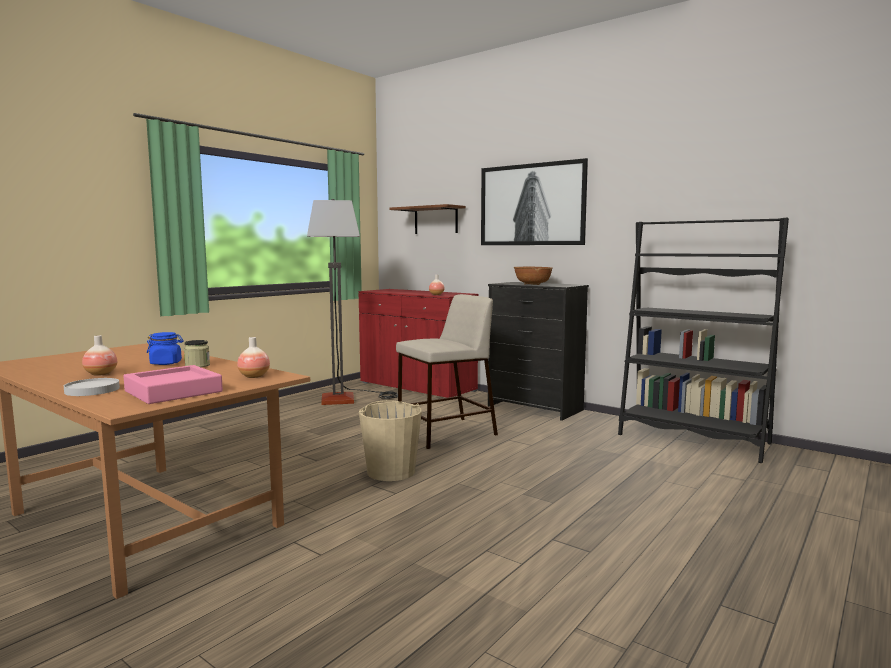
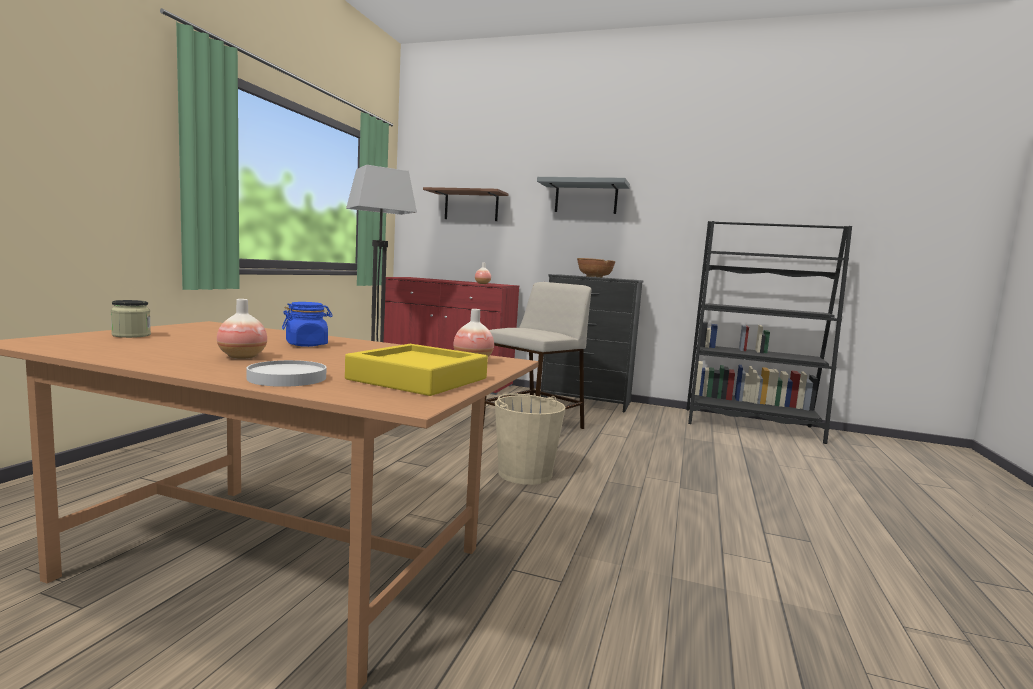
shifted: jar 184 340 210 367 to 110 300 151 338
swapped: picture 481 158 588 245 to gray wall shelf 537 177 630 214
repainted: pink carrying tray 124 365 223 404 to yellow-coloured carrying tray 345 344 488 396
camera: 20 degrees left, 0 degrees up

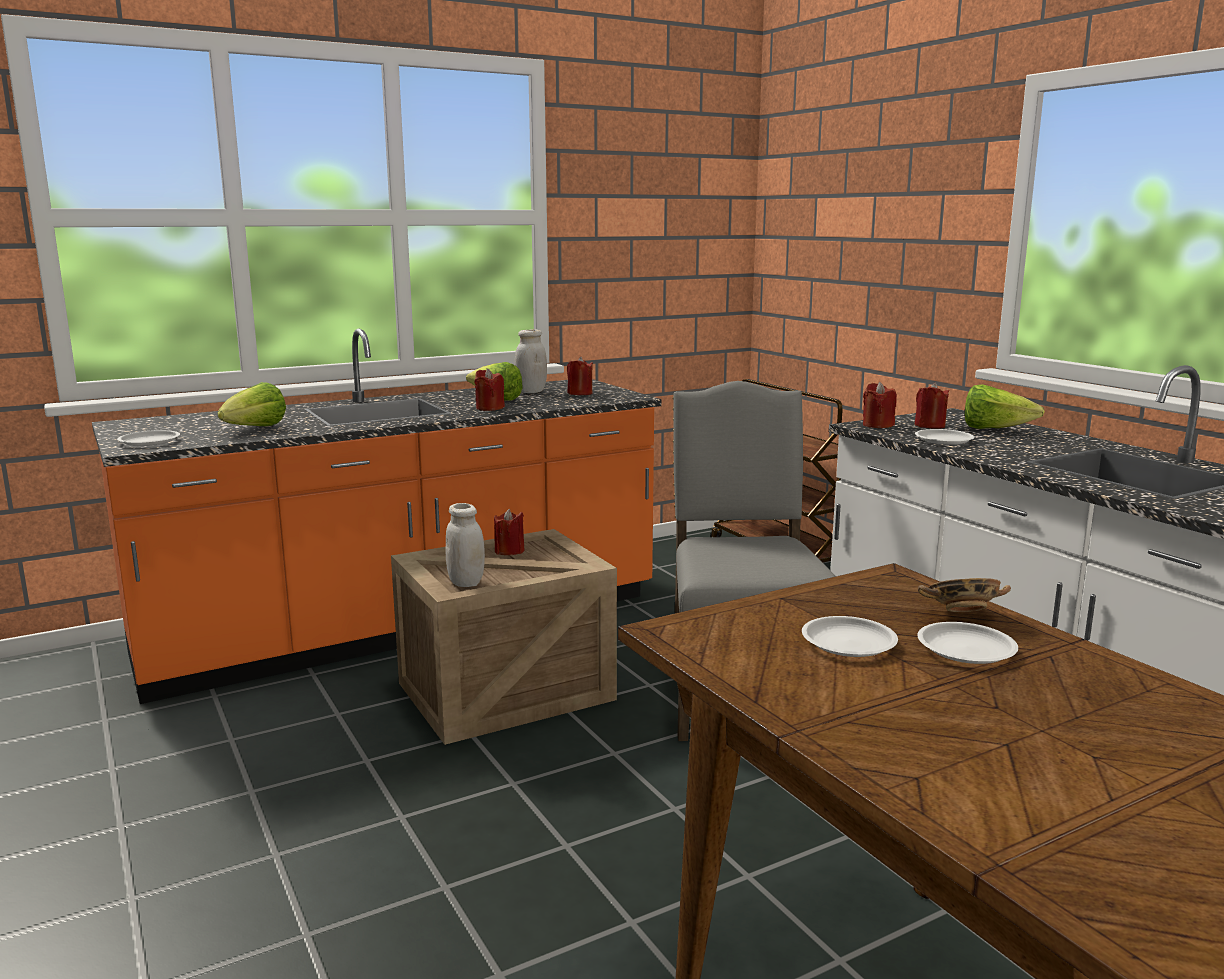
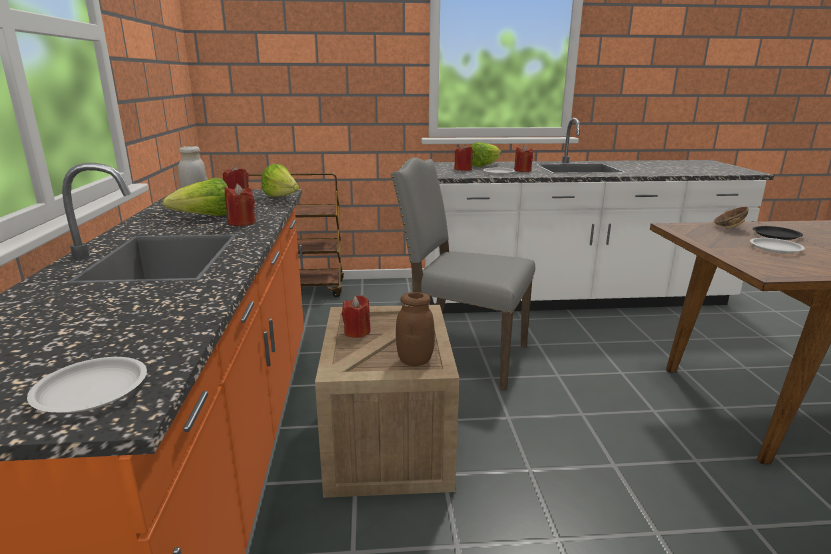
shifted: lettuce head 218 382 286 426 to 261 164 299 197; red-coloured candle 863 382 897 428 to 514 145 533 172
repainted: white-coloured jar 445 503 485 587 to brownish jar 396 292 435 366; white-coloured dinner plate 917 622 1018 664 to black dinner plate 753 226 803 240
camera: 65 degrees left, 5 degrees up

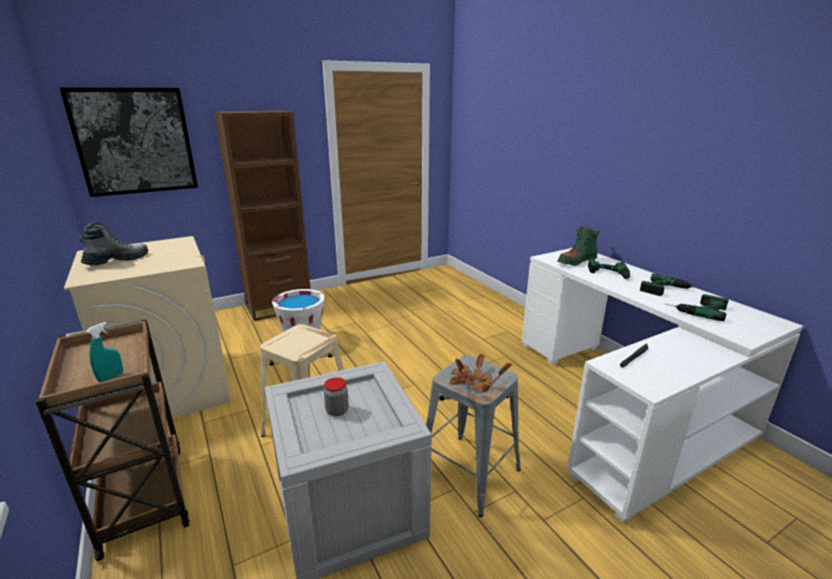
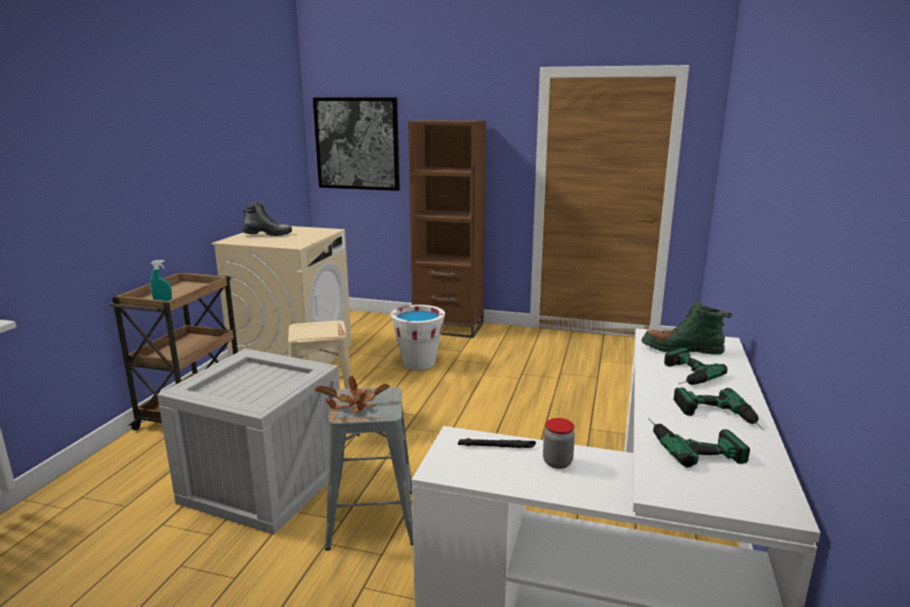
shifted: jar 324 377 349 416 to 543 418 575 469
camera: 45 degrees right, 5 degrees down

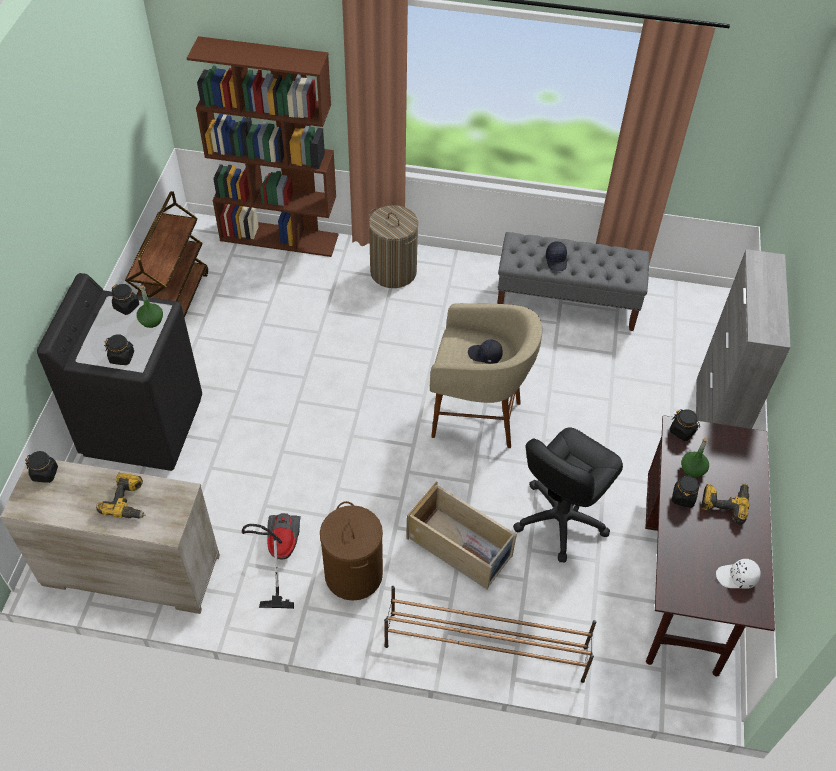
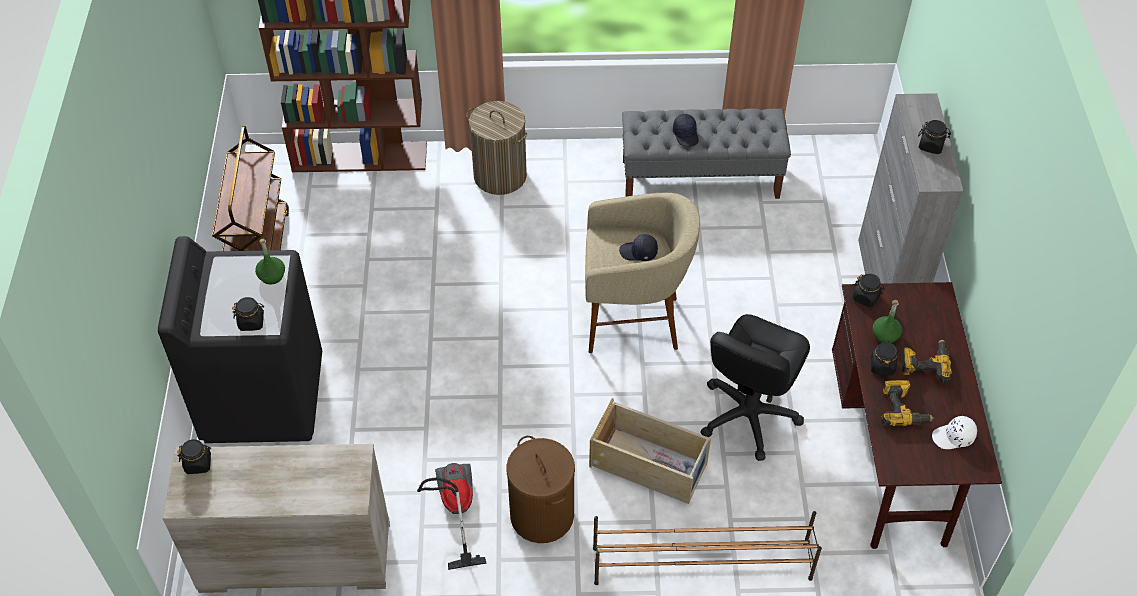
shifted: drill 96 472 145 518 to 881 380 934 426; black jar 112 284 139 315 to 918 120 951 154
camera: 10 degrees left, 0 degrees up

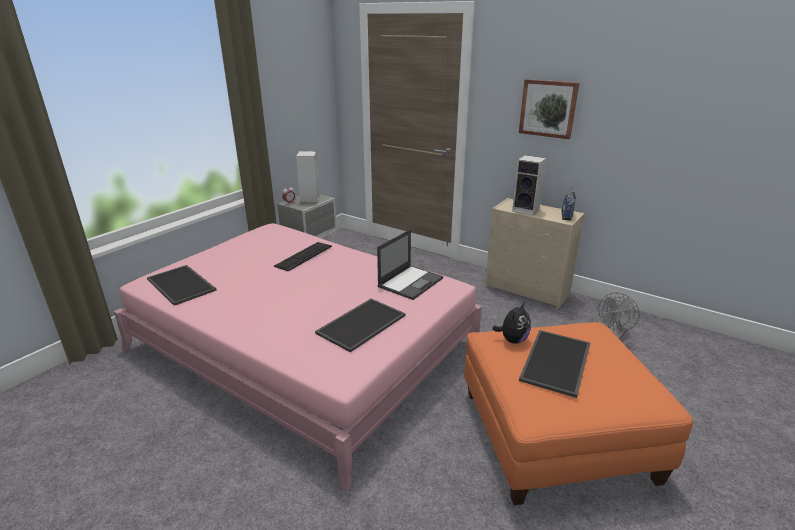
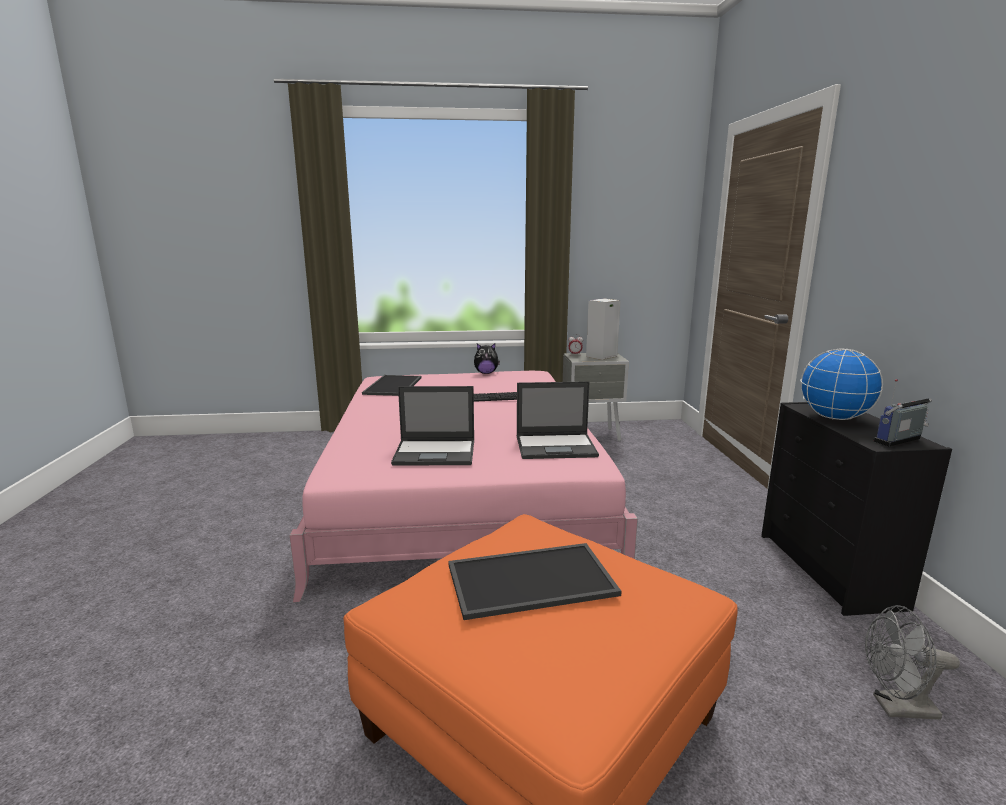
gone: picture 519 79 579 139
shifted: cuddly toy 492 302 531 344 to 474 344 500 374
swapped: carrying tray 315 299 406 353 to notebook computer 391 386 474 465; speaker 512 155 547 215 to desk globe 800 348 883 420
repainted: sand-coloured dresser 485 198 585 309 to black dresser 761 402 952 616
camera: 50 degrees right, 10 degrees down

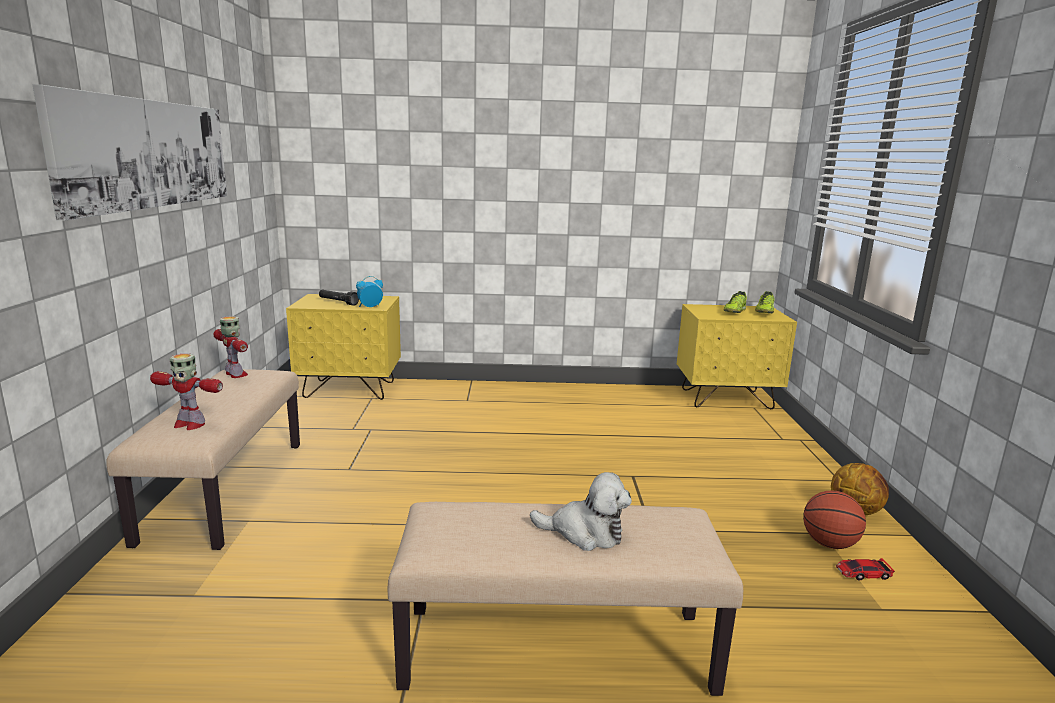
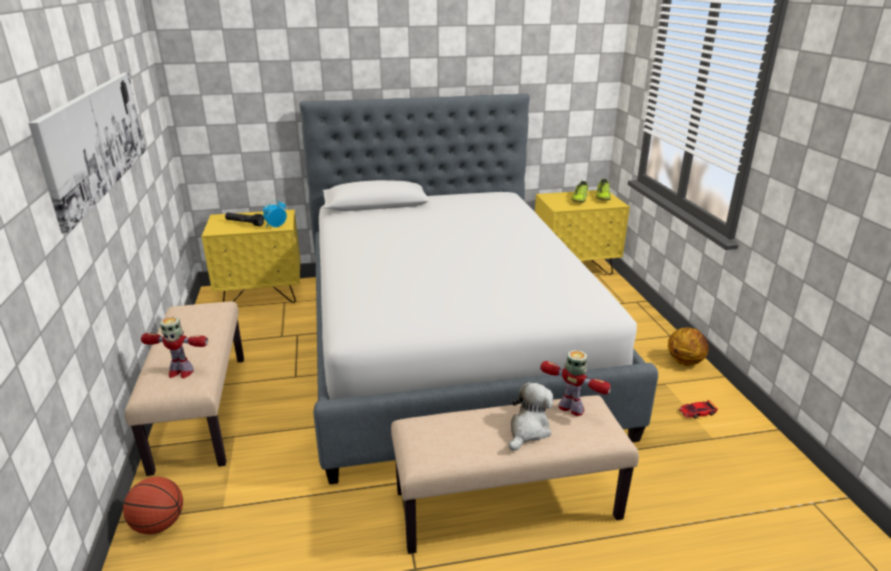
new: sleeping bed 300 94 658 485
shifted: model robot 213 316 248 378 to 540 350 611 416; ball for basketball 803 490 866 549 to 123 477 183 534
rotated: cuddly toy 530 472 632 551 = 509 382 553 451 60 degrees counterclockwise
camera: 10 degrees left, 10 degrees up

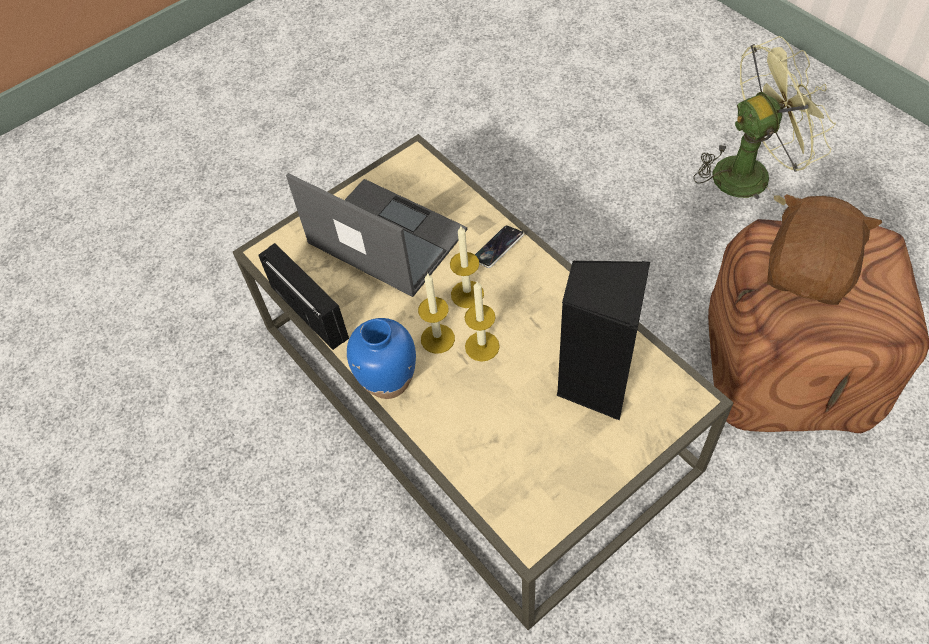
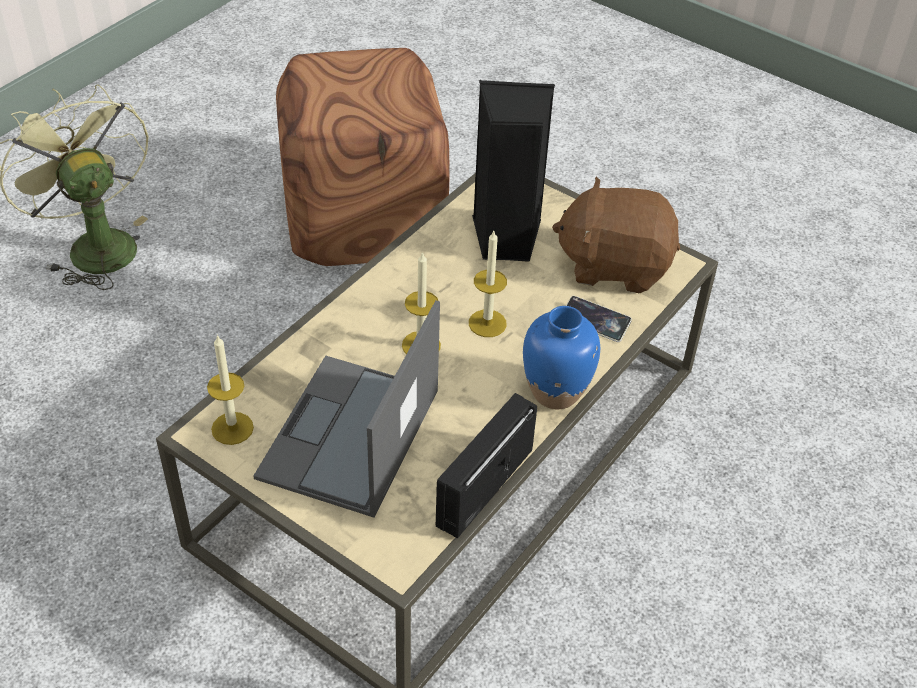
shifted: candle 418 274 455 354 to 207 335 254 445; telephone 475 225 525 268 to 566 296 632 342; brownish cuddly toy 767 195 882 305 to 552 176 680 294
camera: 110 degrees left, 10 degrees down

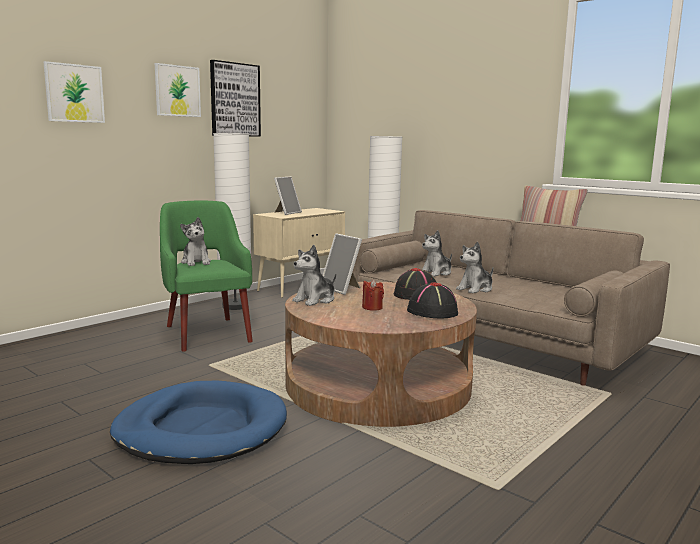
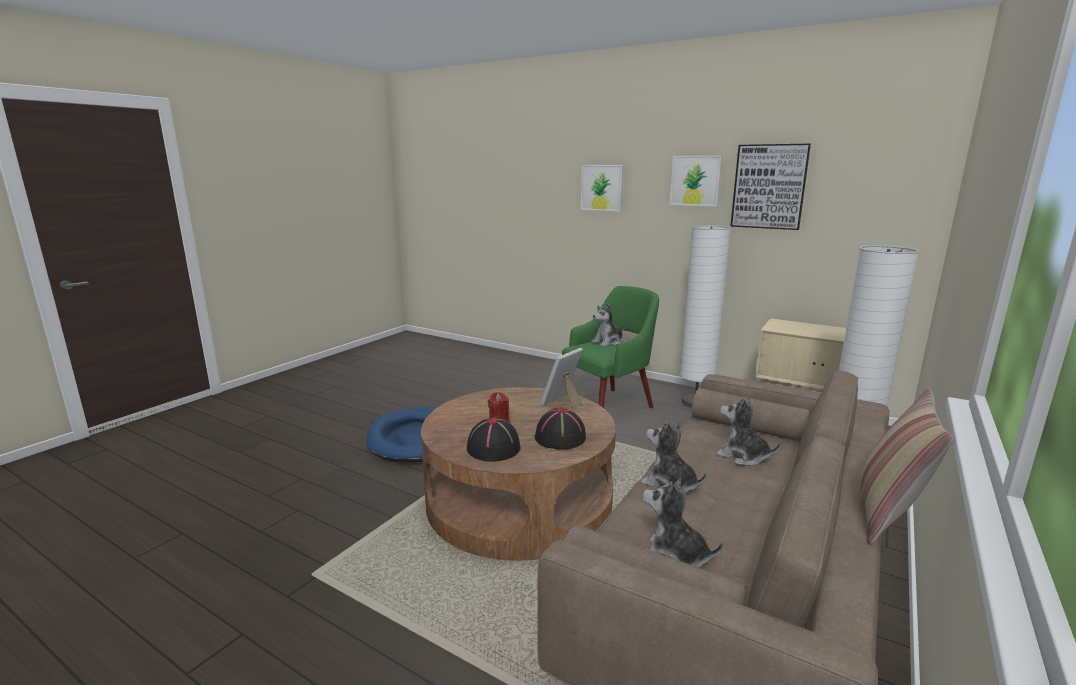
gone: standing frame 274 177 302 215
shifted: cuddly toy 292 245 336 306 to 643 478 723 568
camera: 80 degrees right, 5 degrees up

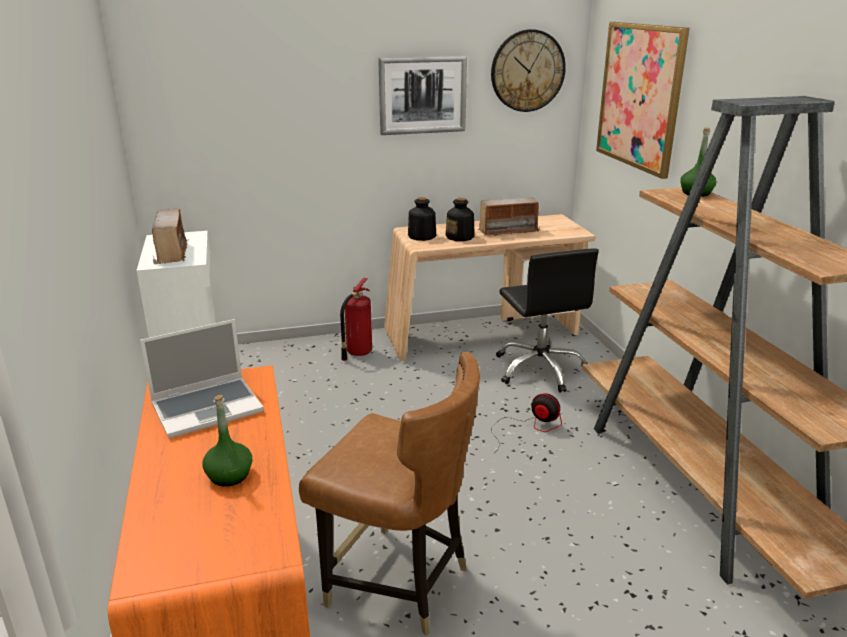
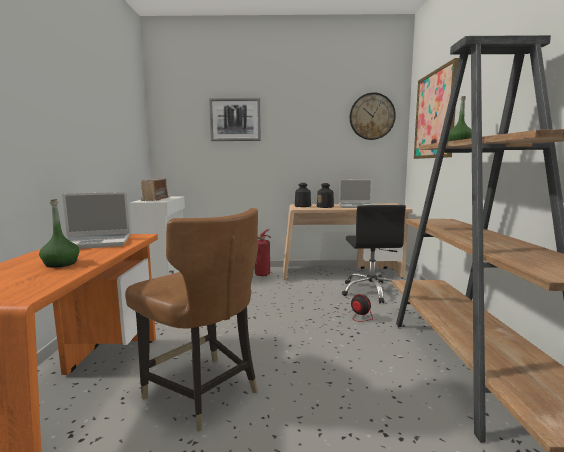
shifted: picture 378 56 467 135 to 209 98 261 141
swapped: radio set 478 198 540 236 to notebook computer 339 179 374 208
camera: 15 degrees right, 15 degrees down

